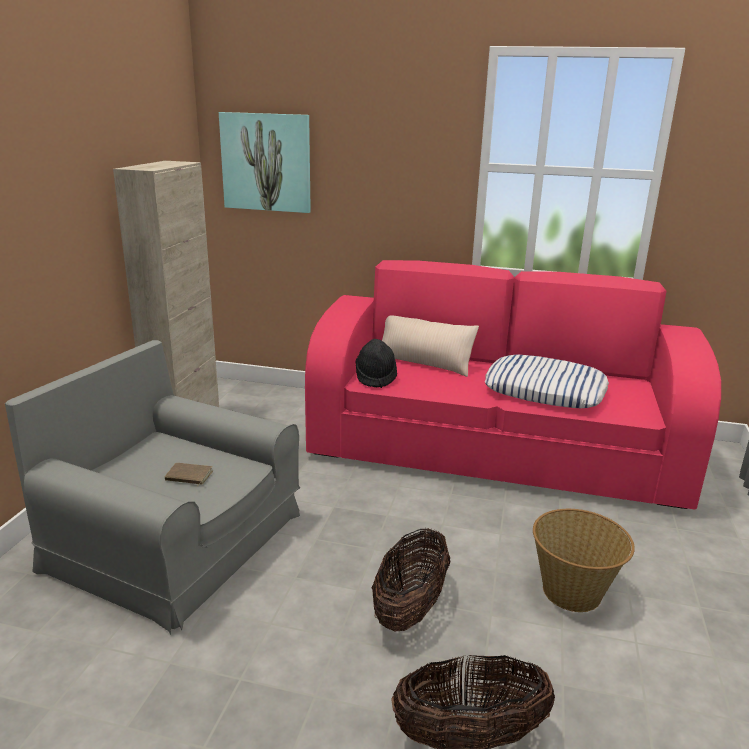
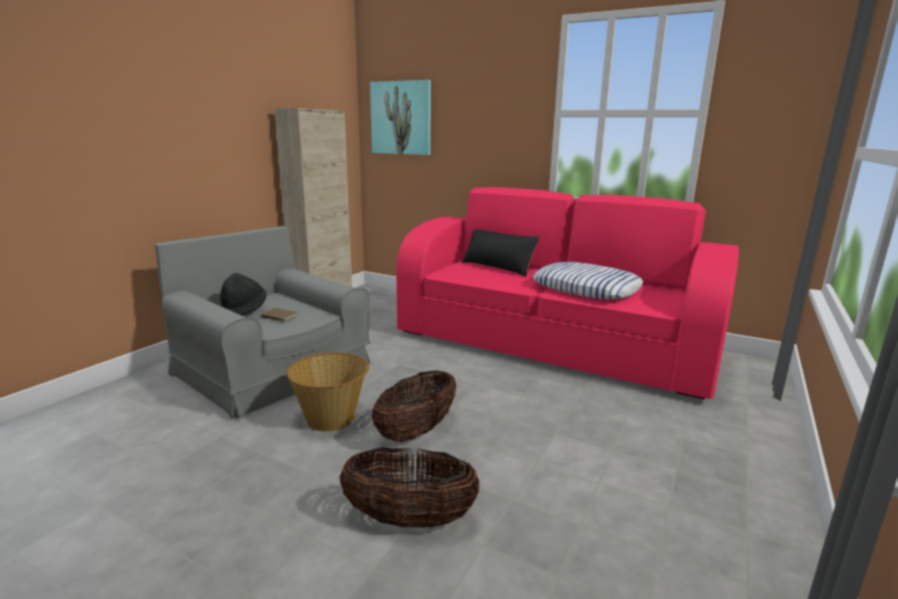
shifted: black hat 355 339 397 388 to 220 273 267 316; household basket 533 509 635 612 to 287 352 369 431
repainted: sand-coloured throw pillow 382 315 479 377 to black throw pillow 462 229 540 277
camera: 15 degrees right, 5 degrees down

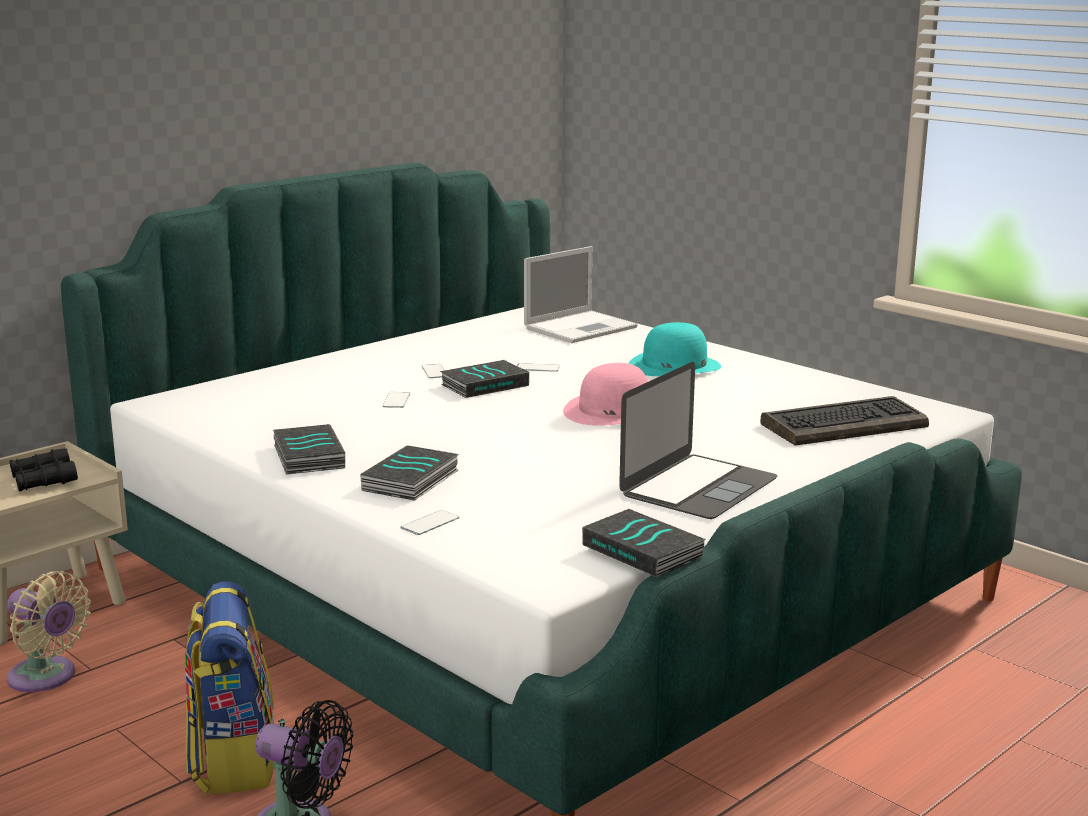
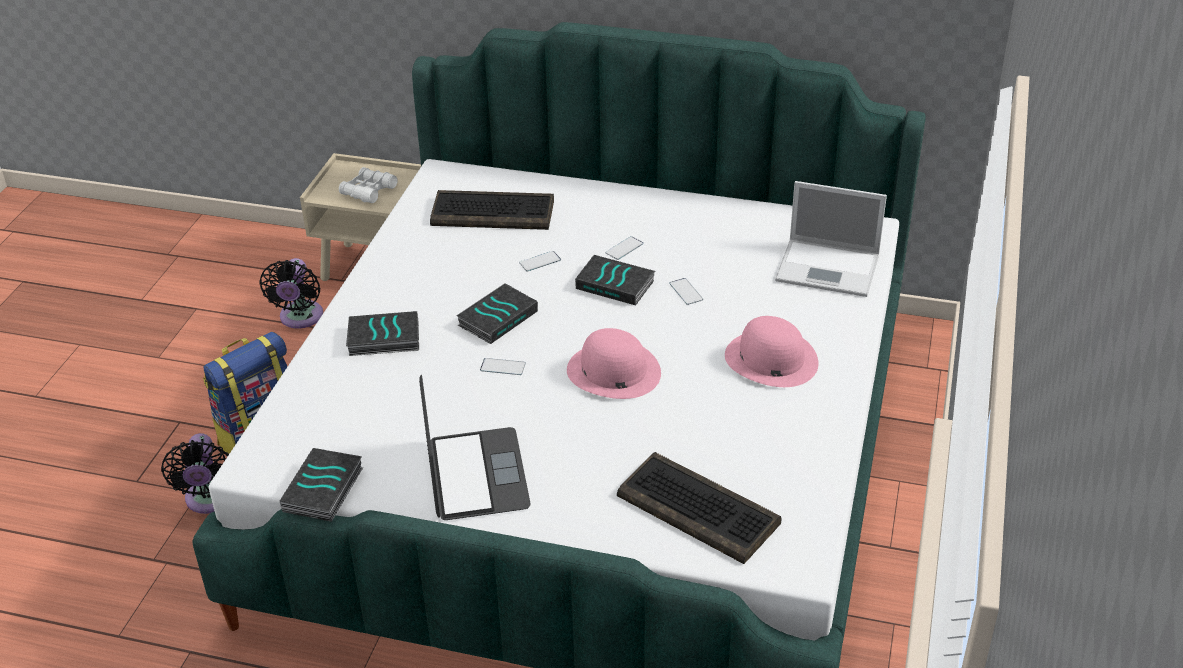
new: keyboard 430 190 554 230
shifted: bound book 273 424 345 474 to 457 283 538 344; telephone 401 510 459 535 to 480 358 526 375
repainted: sand-coloured electric fan 7 571 91 692 to black electric fan 259 258 323 329; black binoculars 9 448 78 491 to white-coloured binoculars 339 167 397 203; turquoise-coloured hat 629 322 721 376 to pink hat 725 316 818 387
rotated: notebook computer 619 362 777 519 = 419 375 531 520 105 degrees counterclockwise
camera: 60 degrees right, 20 degrees up

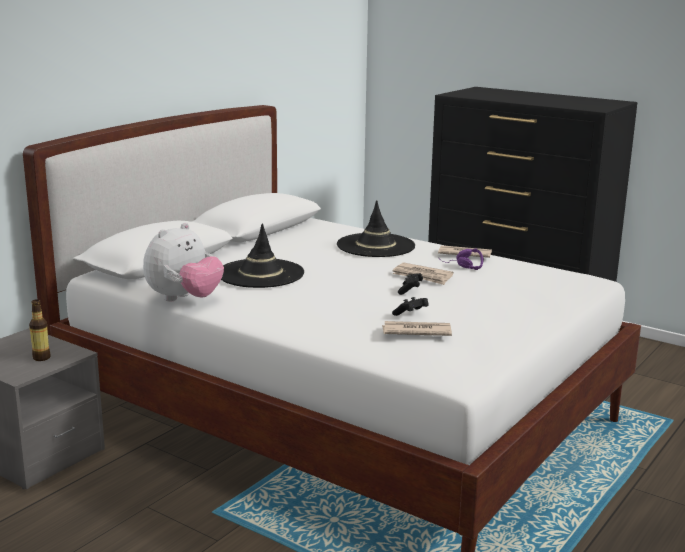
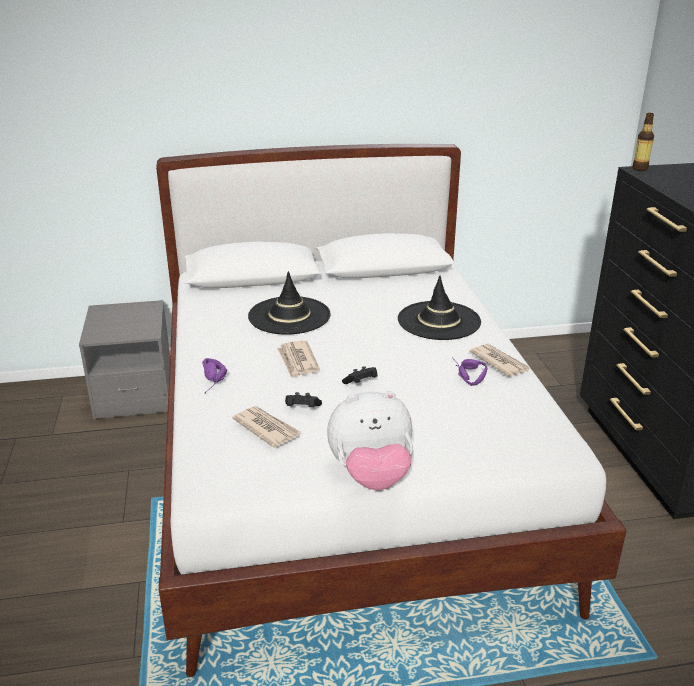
new: purple-coloured headset 202 358 227 394
shifted: drink bottle 29 299 50 361 to 632 113 654 171; cuddly toy 143 223 224 301 to 327 391 413 490; newspaper 392 263 454 285 to 277 340 320 378
camera: 45 degrees right, 10 degrees up

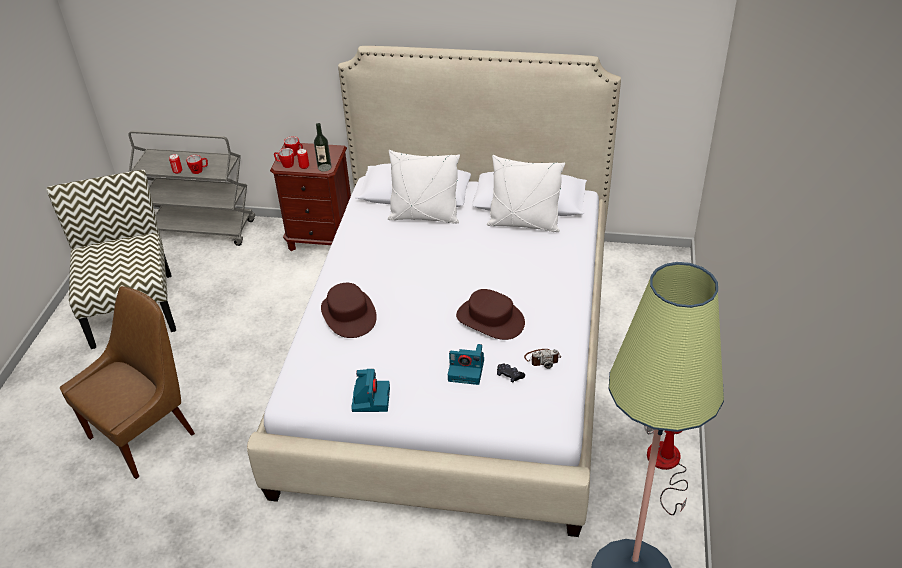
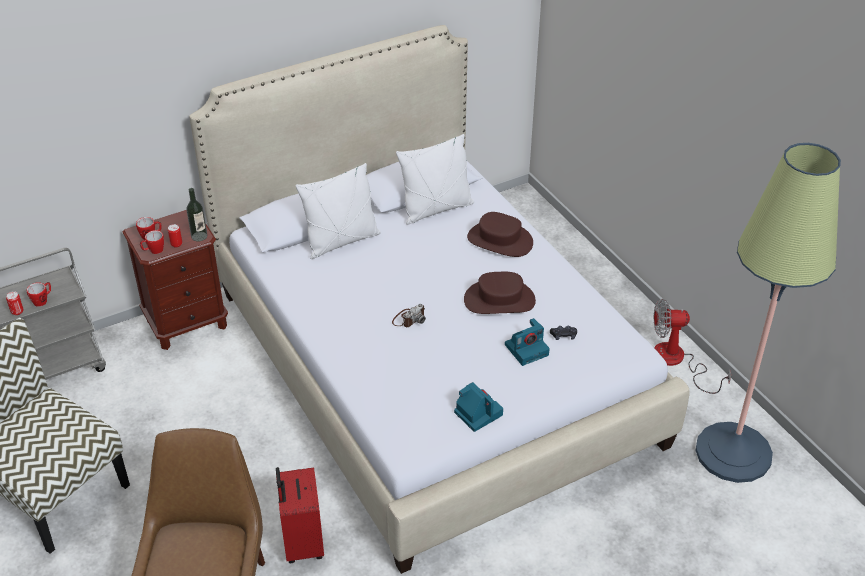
new: red-coloured suitcase 276 467 324 563
shifted: brownish hat 321 283 377 338 to 467 212 533 257; photo camera 524 349 561 369 to 392 304 426 327
camera: 40 degrees left, 0 degrees up

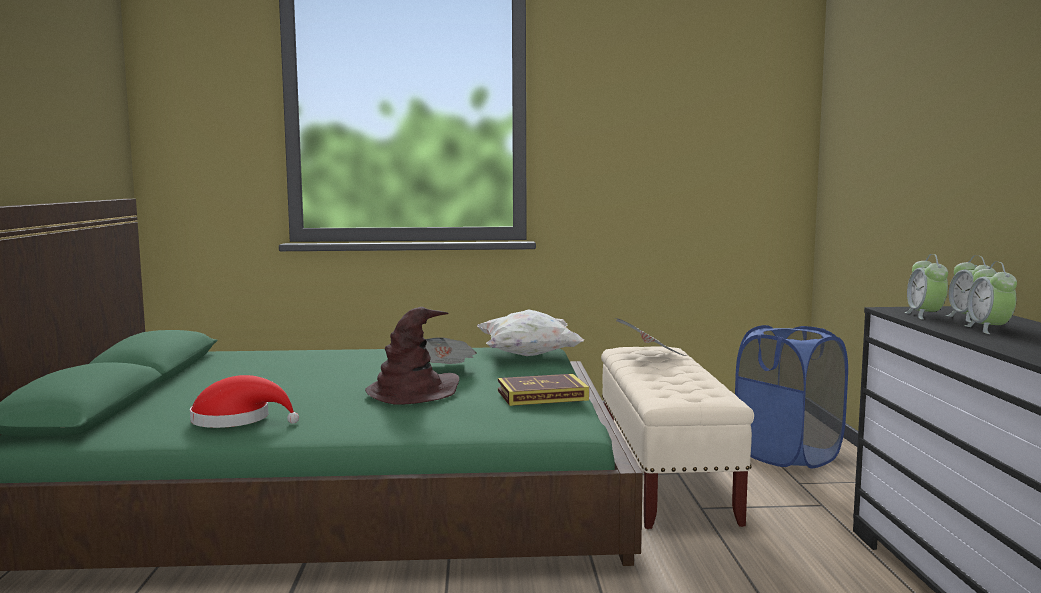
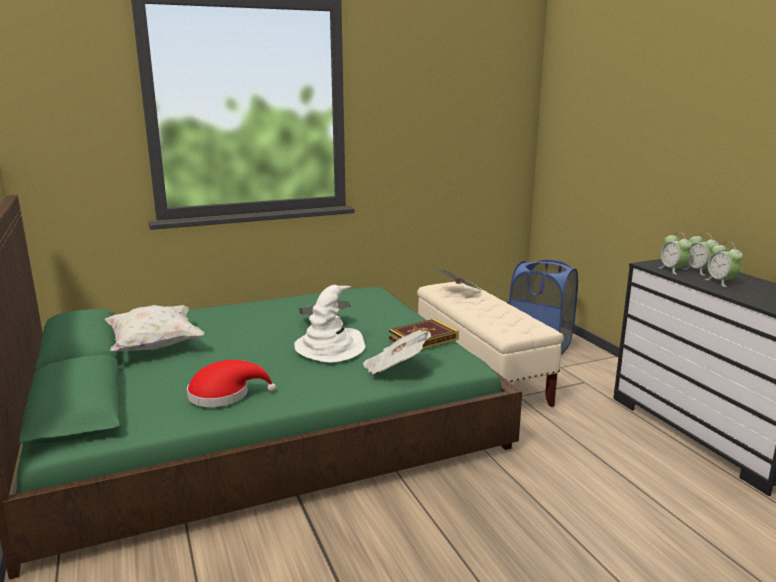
new: newspaper 363 330 431 375
shifted: white-coloured throw pillow 477 309 584 356 to 105 305 204 352
repainted: brownish hat 365 307 459 405 to white-coloured hat 294 285 365 363
camera: 20 degrees left, 10 degrees up

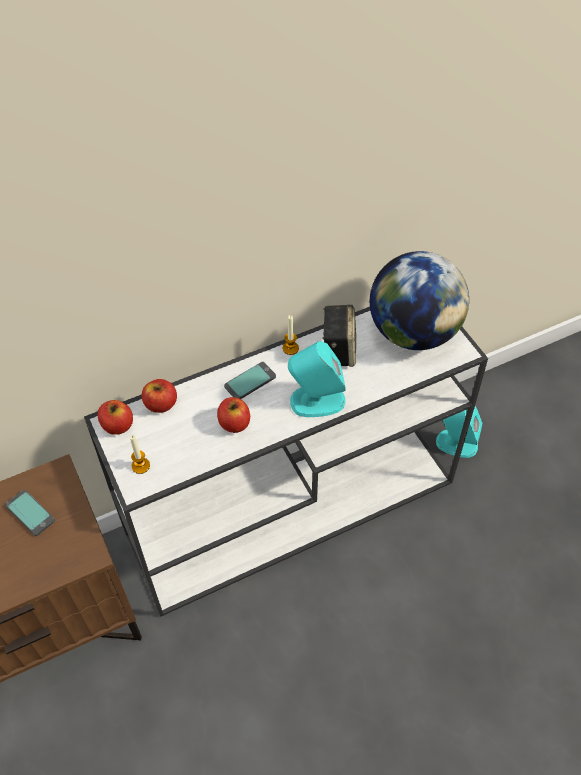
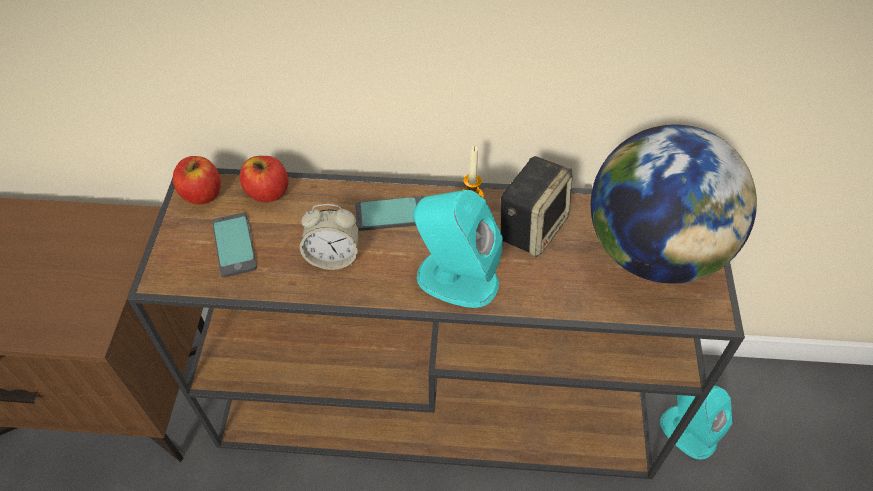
gone: candle 130 435 150 474
shifted: telephone 5 490 55 536 to 212 212 257 278
swapped: apple fruit 217 397 250 433 to table clock 300 204 359 270
repainted: white-coloured hall table 84 307 488 617 to brownish hall table 127 168 745 479
camera: 30 degrees right, 0 degrees up

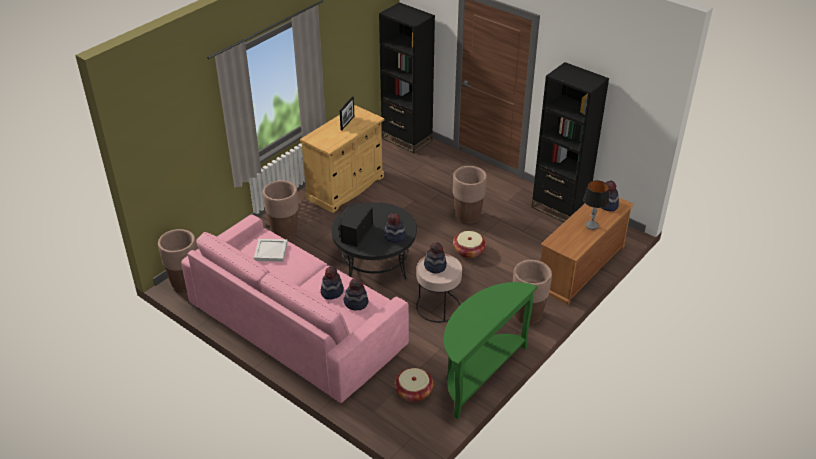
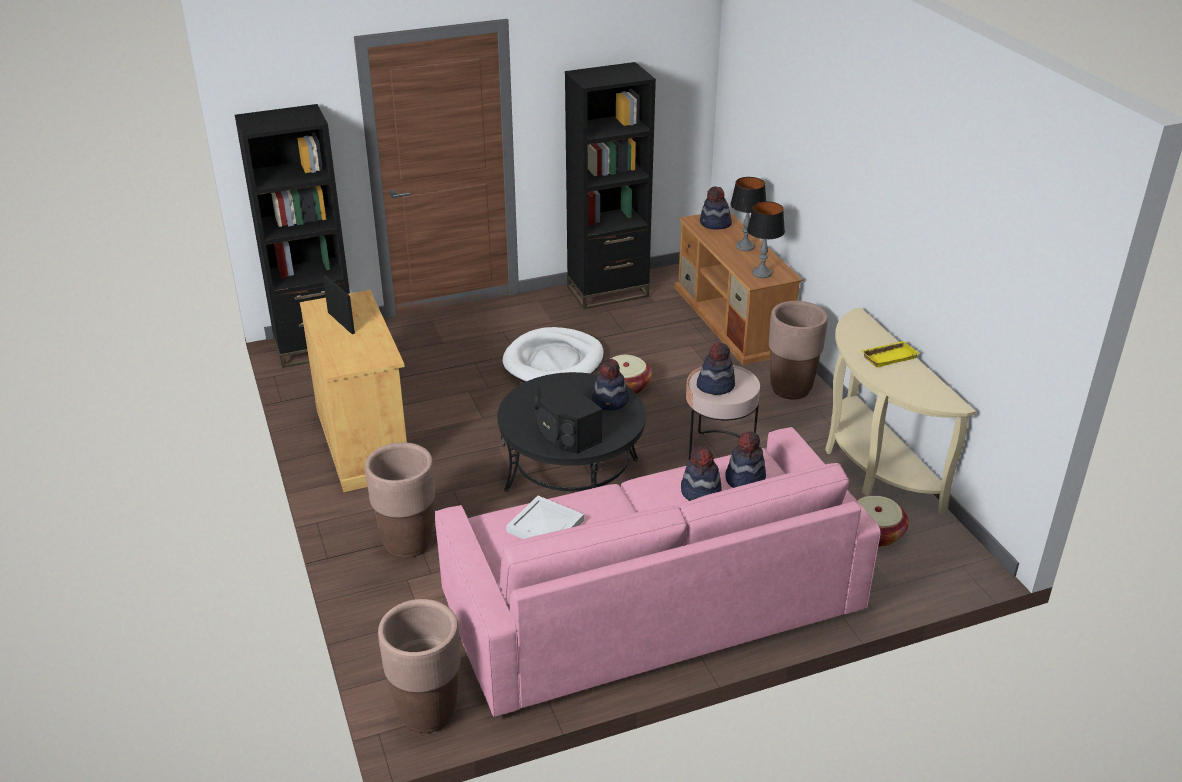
new: lamp for a table 747 201 785 278; yellow-coloured carrying tray 861 341 919 368
swapped: brownish plant pot 453 166 487 224 to white-coloured pet bed 502 327 604 383
repainted: green-coloured hall table 444 282 537 419 to sand-coloured hall table 825 307 976 515
camera: 60 degrees left, 5 degrees down

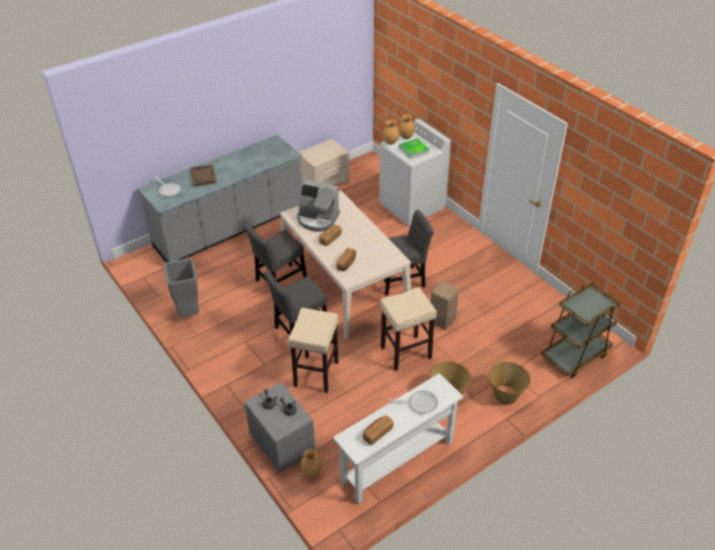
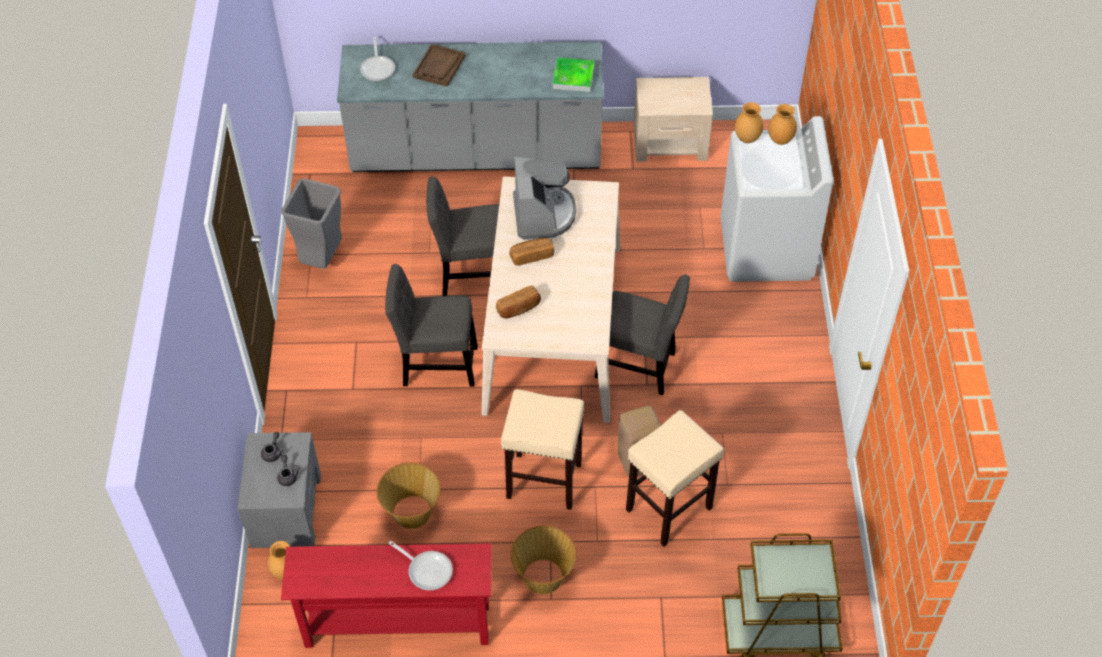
gone: bakery bread 363 416 394 445
shifted: sand-coloured stool seat 288 308 338 393 to 626 410 724 547; carrying tray 399 138 430 159 to 553 58 594 92; household basket 489 362 530 405 to 377 463 441 529
repainted: white-coloured hall table 333 373 464 504 to red-coloured hall table 281 543 492 648
rotated: coffee maker 297 180 340 232 = 513 157 576 240 150 degrees counterclockwise
camera: 35 degrees right, 10 degrees up

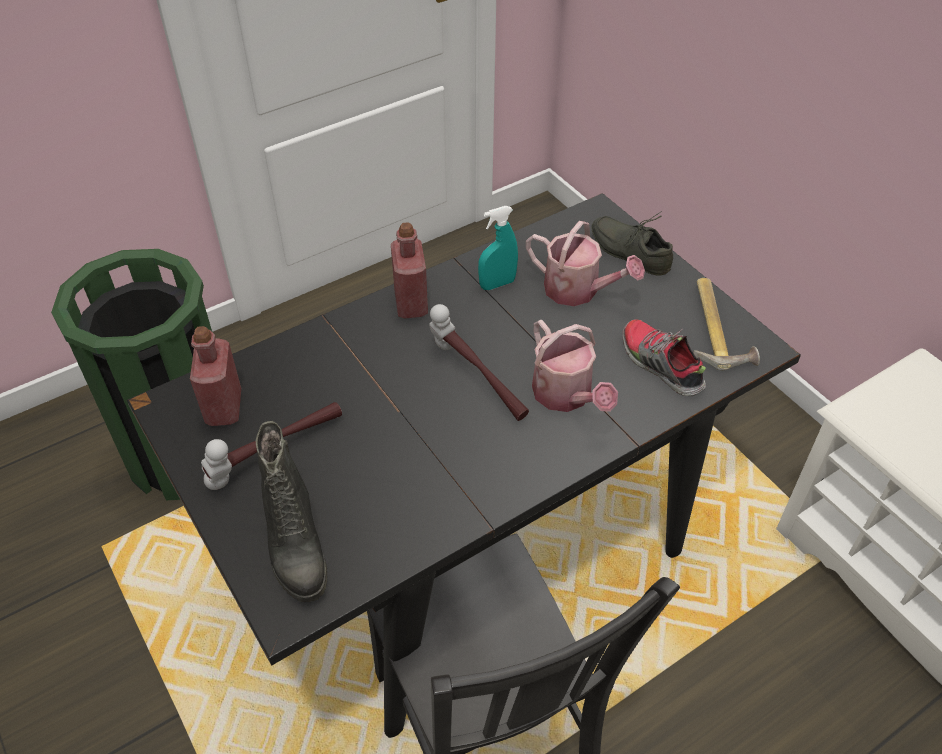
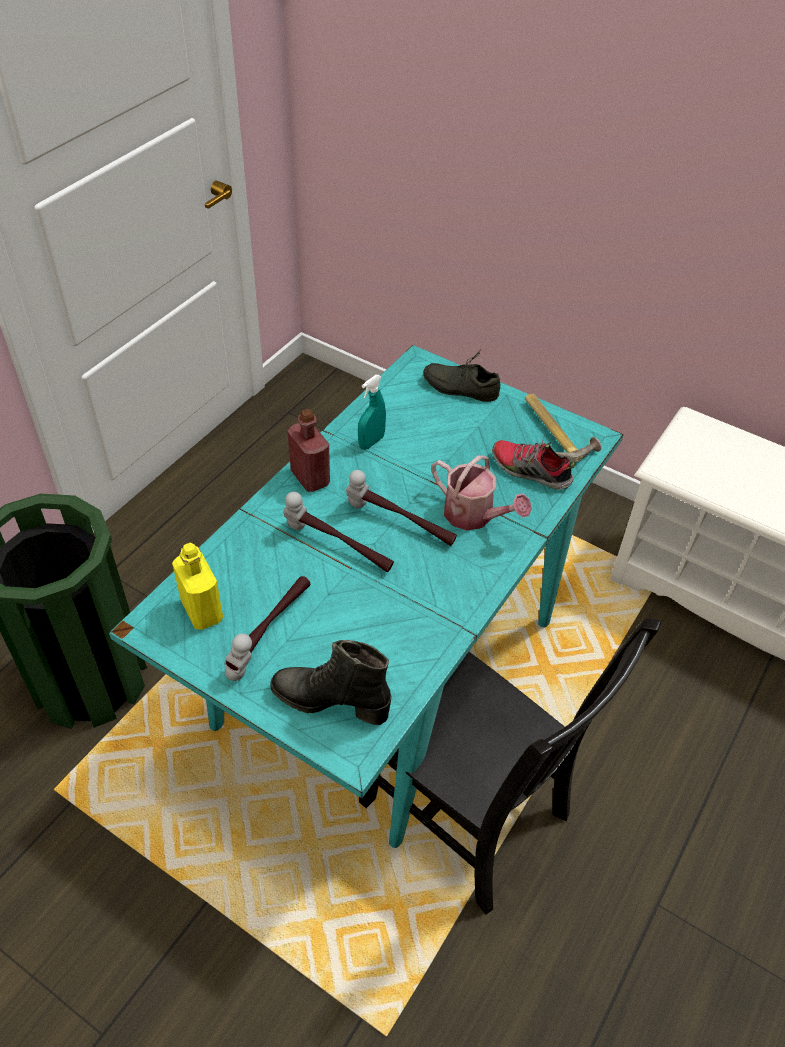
gone: watering pot 526 221 645 306
new: hand hammer 283 492 394 573
repainted: black dinner table 127 193 801 738 to turquoise-coloured dinner table 109 345 624 848; red-coloured drink bottle 190 326 241 426 to yellow-coloured drink bottle 172 543 223 630
rotated: black boot 255 421 327 602 = 270 640 391 725 150 degrees clockwise
camera: 25 degrees left, 0 degrees up

